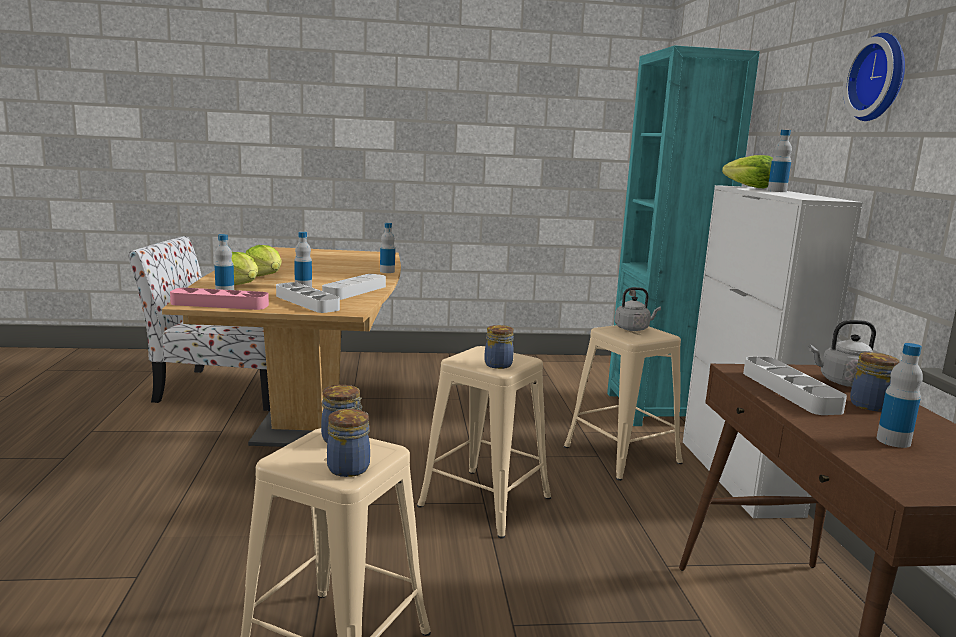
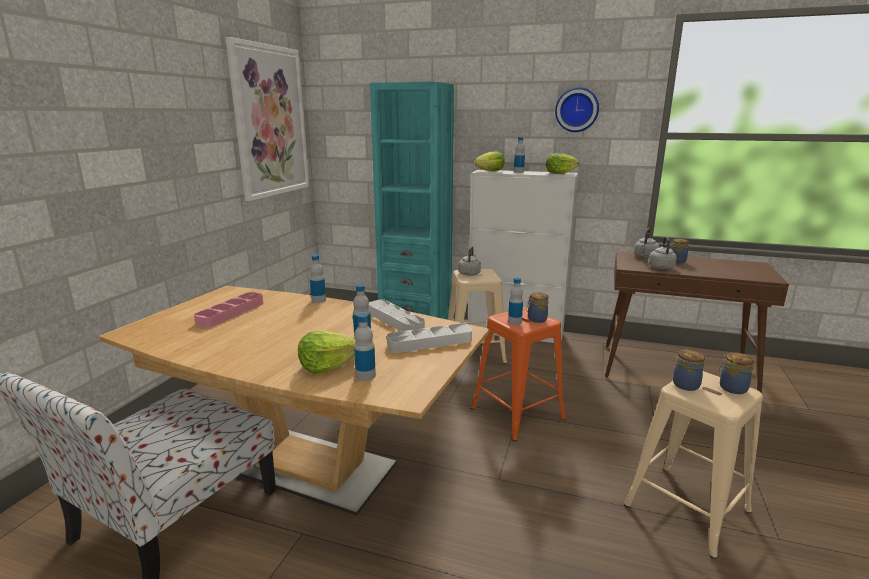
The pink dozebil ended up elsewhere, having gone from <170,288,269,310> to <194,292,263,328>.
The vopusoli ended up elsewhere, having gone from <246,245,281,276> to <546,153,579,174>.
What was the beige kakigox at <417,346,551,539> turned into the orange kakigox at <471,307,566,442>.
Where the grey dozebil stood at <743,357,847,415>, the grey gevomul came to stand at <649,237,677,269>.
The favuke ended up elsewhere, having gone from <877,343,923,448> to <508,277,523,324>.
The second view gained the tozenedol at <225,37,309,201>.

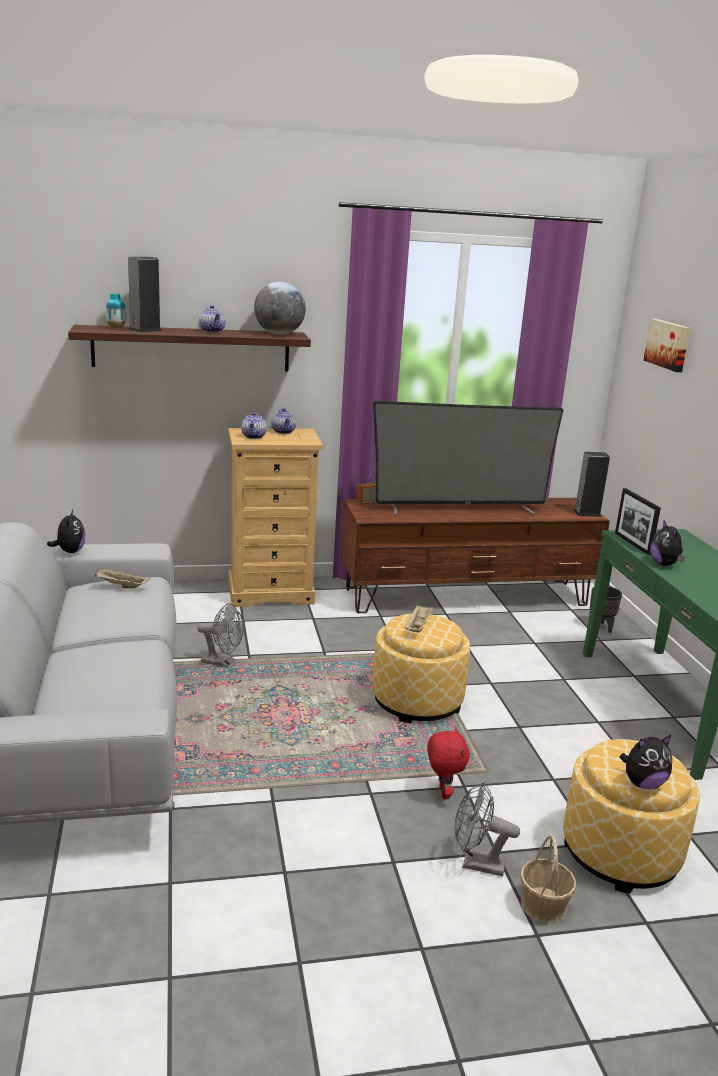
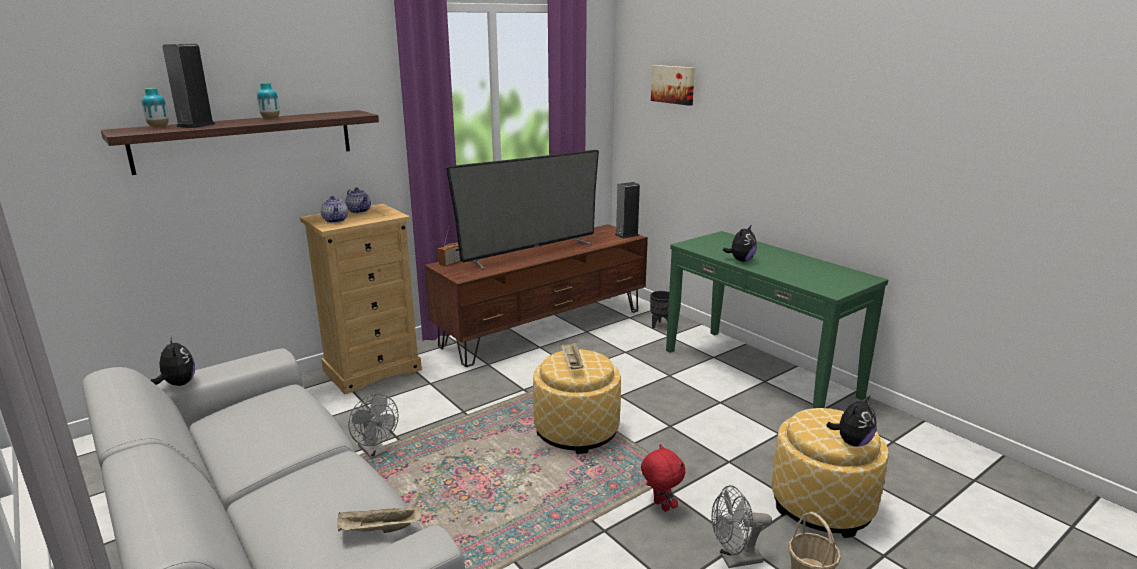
The beige dozebil ended up elsewhere, having gone from <94,568,150,589> to <337,505,422,533>.
The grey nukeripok at <197,603,244,667> ended up facing another way, 60 degrees clockwise from before.
Where the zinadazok stood at <199,305,225,333>, the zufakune came to stand at <257,83,280,119>.
The second view lost the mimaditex at <254,282,306,335>.
The second view lost the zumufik at <615,488,661,555>.
The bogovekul at <651,520,685,566> ended up facing another way, 105 degrees counterclockwise from before.

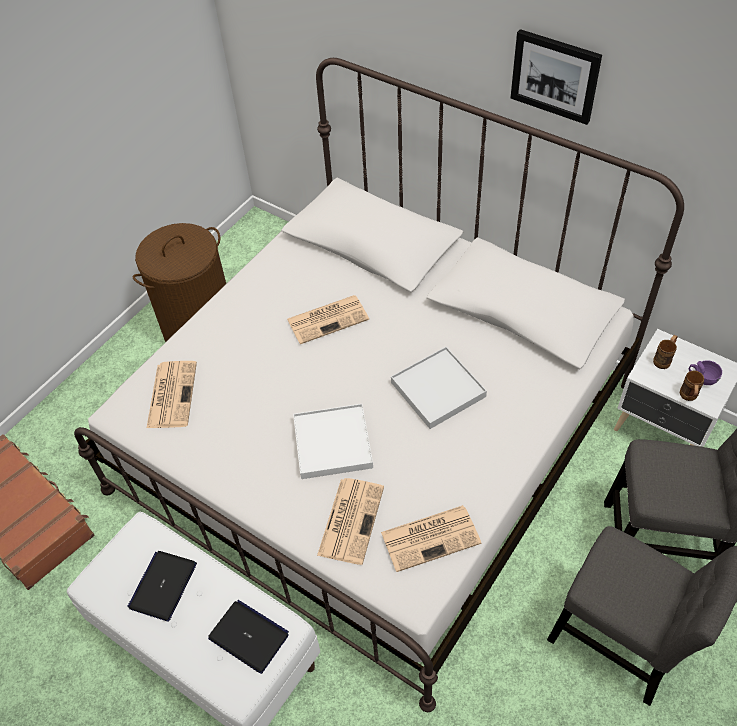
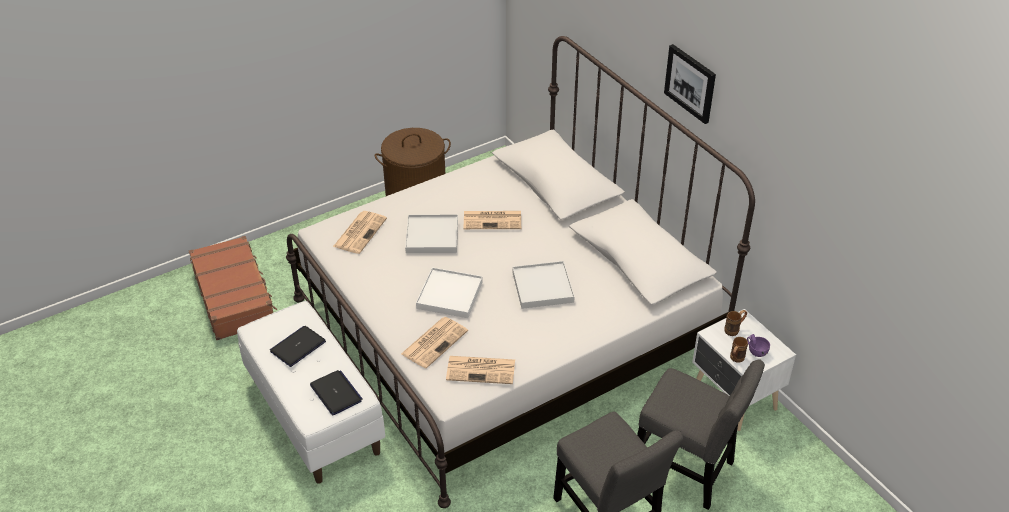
The second view gained the white dozebil at <405,214,458,253>.

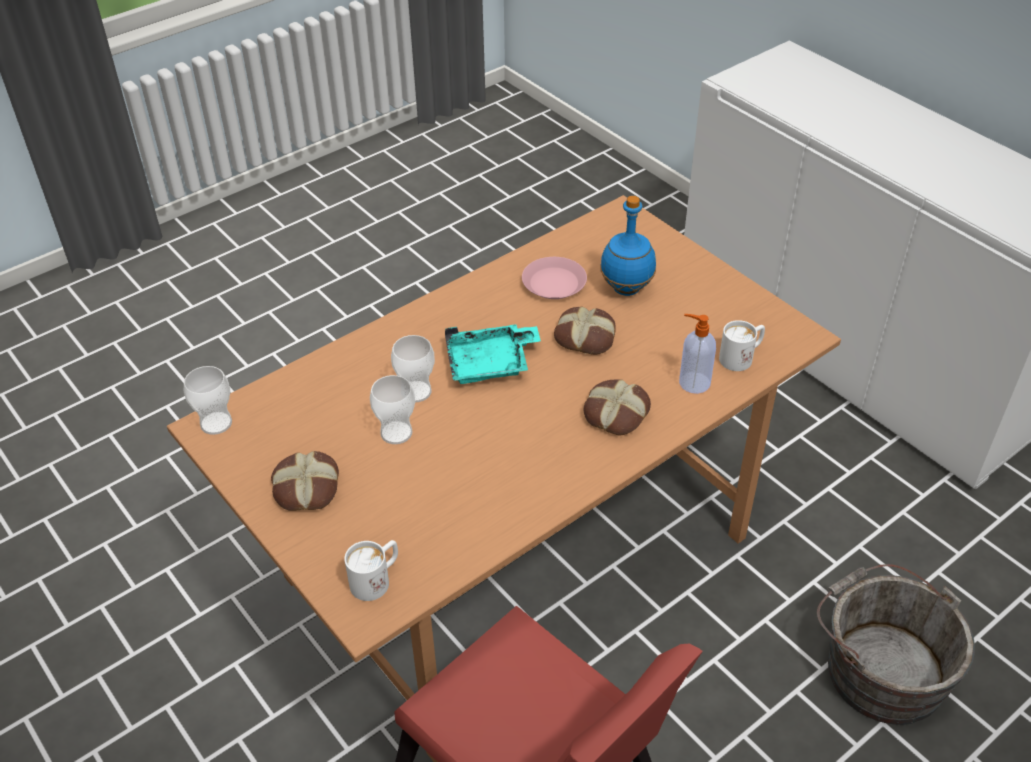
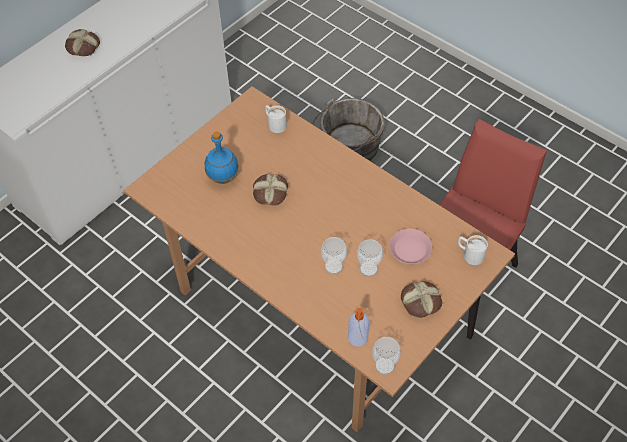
The second view lost the turquoise dozebil at <445,324,541,384>.
The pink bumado ended up elsewhere, having gone from <522,257,587,299> to <389,229,432,264>.
The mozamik ended up elsewhere, having gone from <584,379,651,436> to <65,29,100,56>.
The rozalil ended up elsewhere, having gone from <679,314,716,394> to <348,308,369,347>.

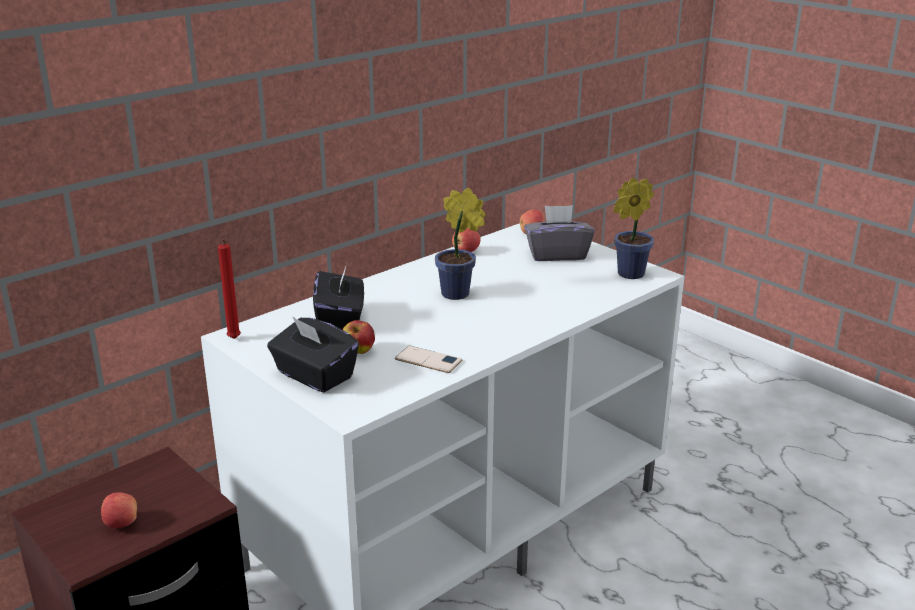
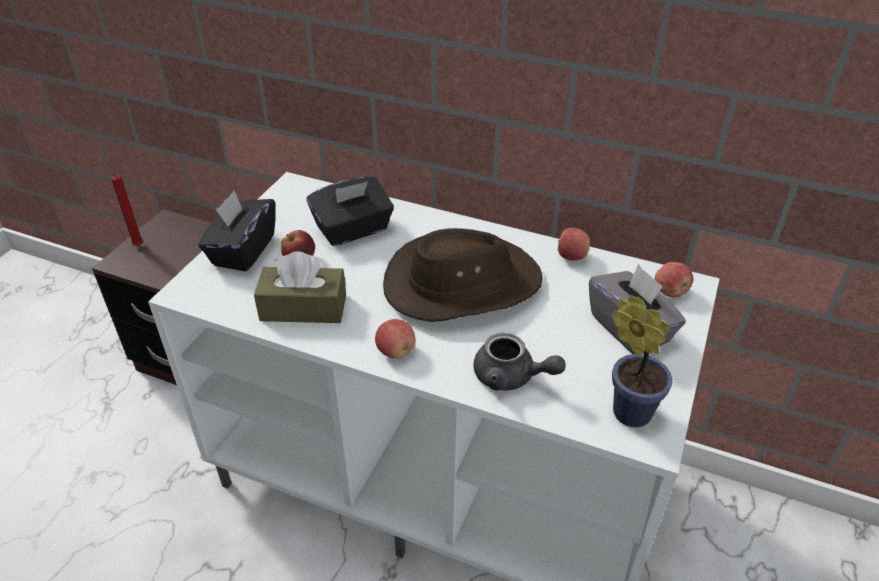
The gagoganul ended up elsewhere, having gone from <101,492,137,528> to <375,319,415,359>.
The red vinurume ended up elsewhere, having gone from <218,239,241,339> to <103,172,143,246>.
Where the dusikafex stood at <395,346,462,373>, the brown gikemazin came to stand at <254,251,346,323>.
Where the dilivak stood at <435,188,486,300>, the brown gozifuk came to stand at <383,228,543,322>.
The second view gained the grey zinadazok at <473,333,566,391>.

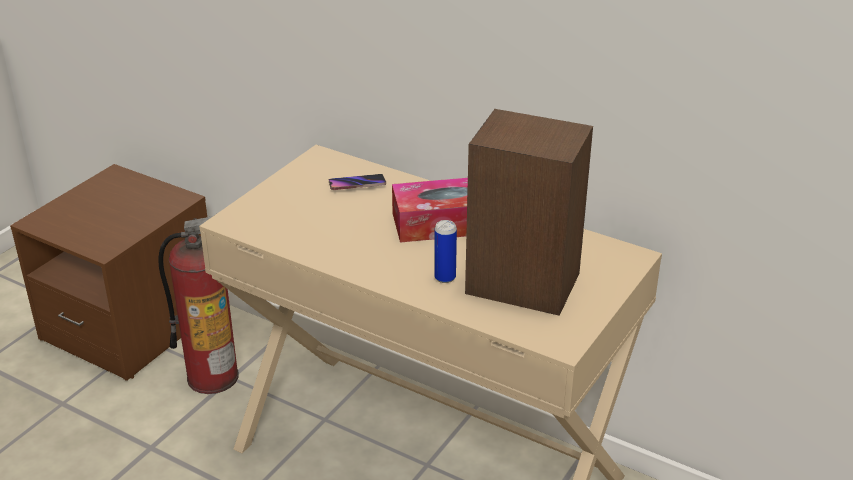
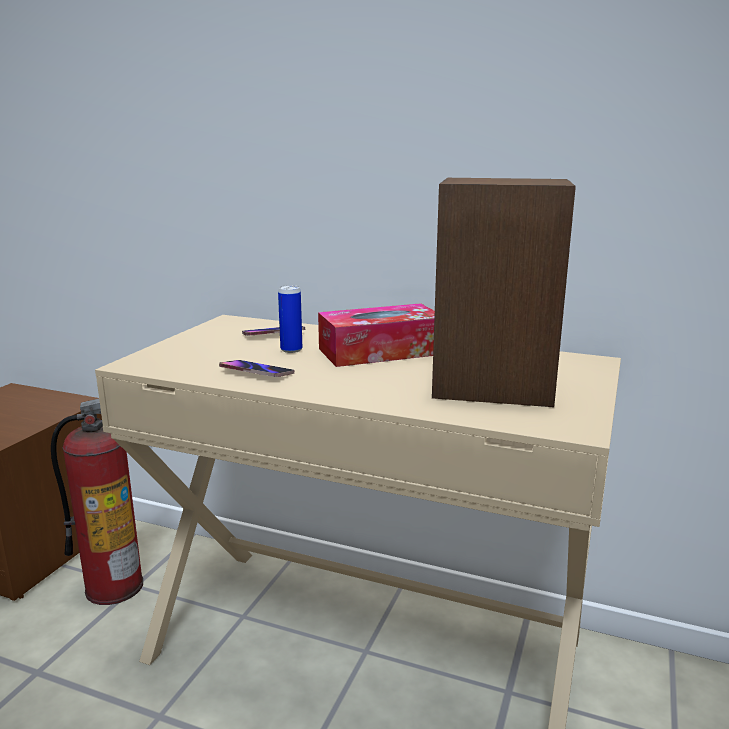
The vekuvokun ended up elsewhere, having gone from <434,220,457,283> to <278,285,302,353>.
The second view gained the dusikafex at <219,360,294,377>.

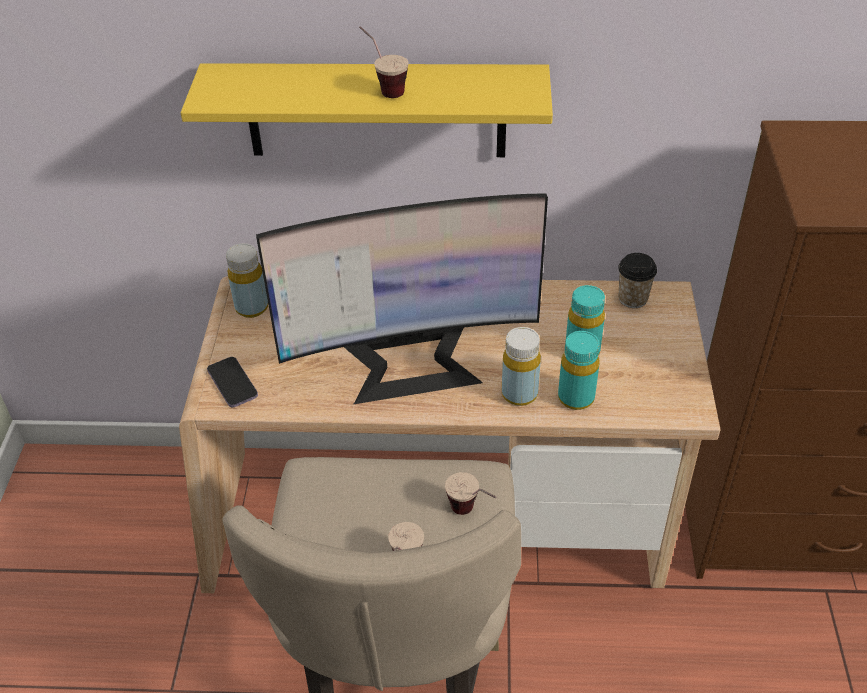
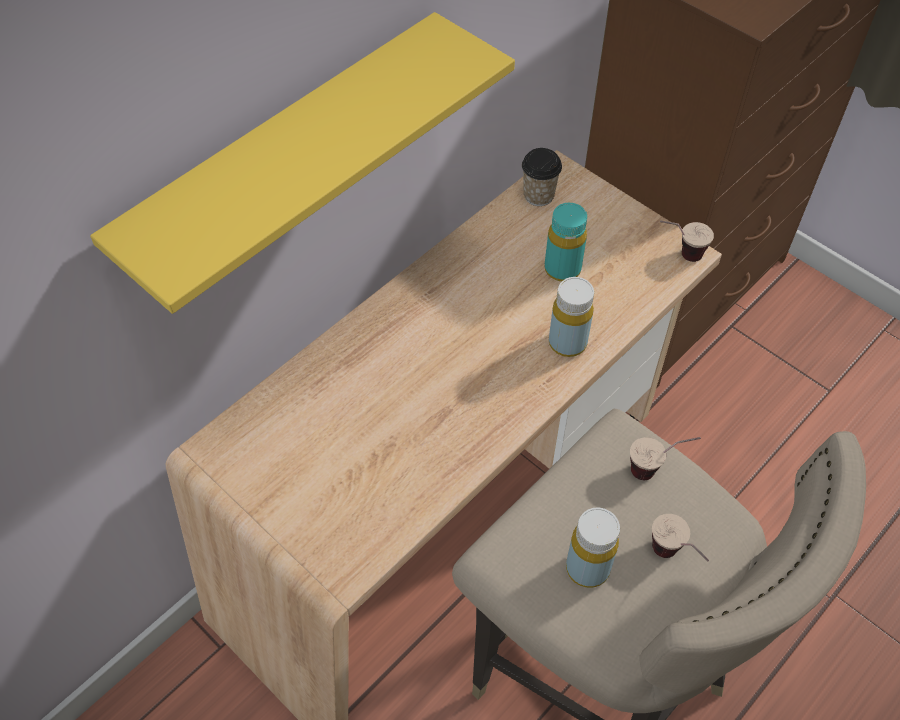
The second view lost the dusikafex at <207,357,258,407>.
The yellow favuke ended up elsewhere, having gone from <226,243,268,318> to <566,508,620,588>.
The second view lost the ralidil at <256,194,548,404>.
The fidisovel ended up elsewhere, having gone from <359,26,408,98> to <660,220,714,262>.
The second view lost the turquoise favuke at <558,331,600,410>.

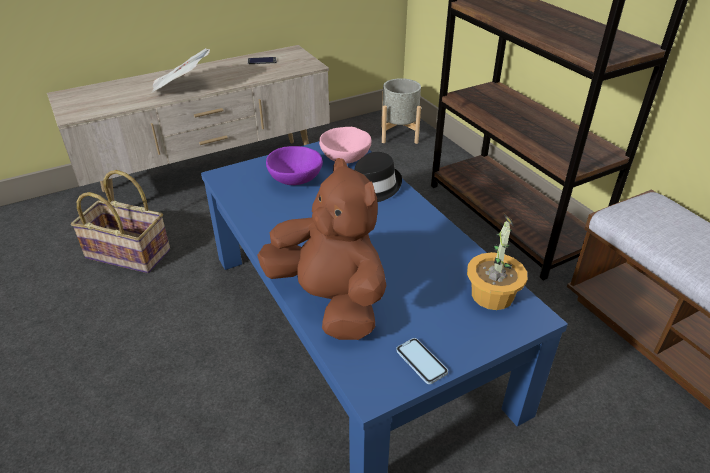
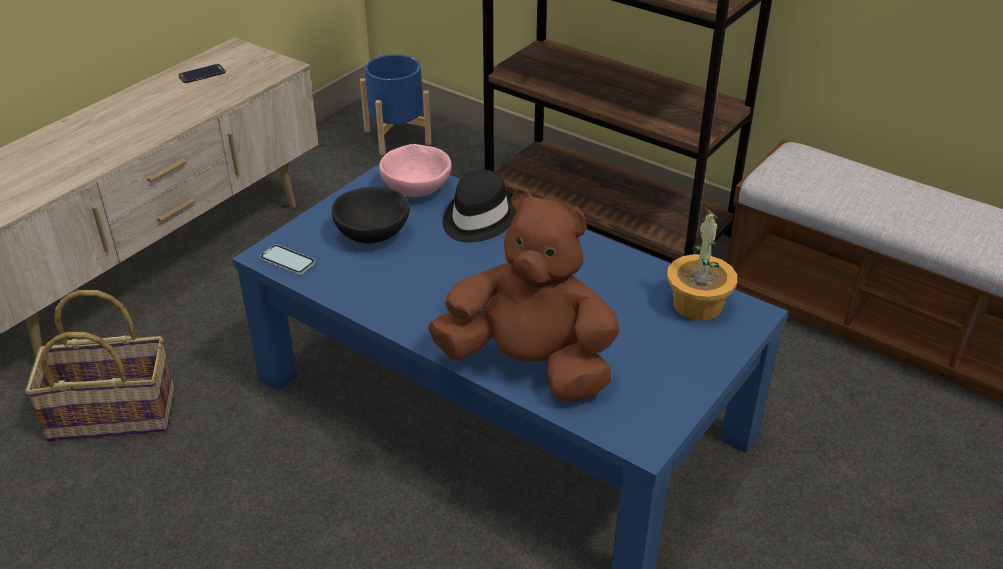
The second view lost the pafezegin at <151,48,210,93>.
What was the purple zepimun at <266,146,323,185> turned into the black zepimun at <332,187,410,243>.
What was the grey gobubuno at <381,78,421,144> turned into the blue gobubuno at <360,54,432,155>.
The dusikafex ended up elsewhere, having gone from <396,338,448,384> to <260,244,316,275>.

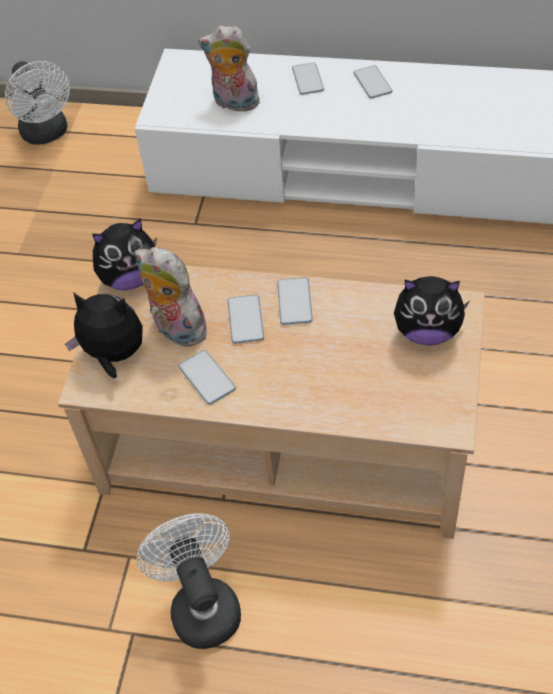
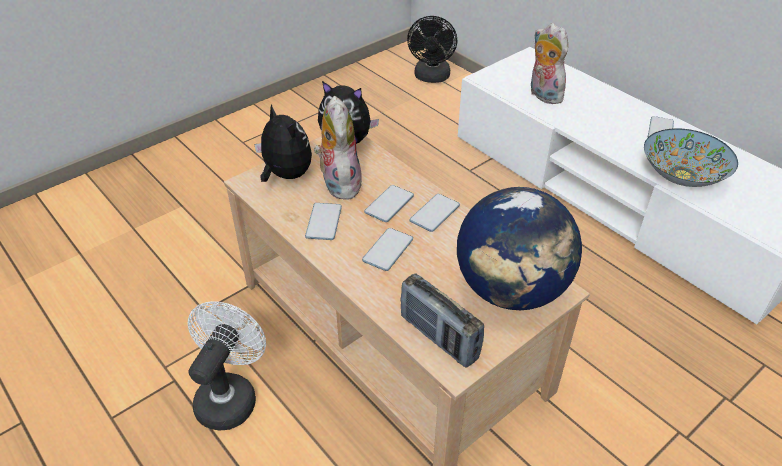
What was the white nukeripok at <5,61,70,144> turned into the black nukeripok at <407,16,457,83>.
The dusikafex ended up elsewhere, having gone from <292,62,324,95> to <362,228,413,271>.
Where the bogovekul stood at <394,276,469,345>, the mimaditex came to stand at <457,187,582,310>.
The second view gained the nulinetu at <400,273,484,368>.
The second view gained the zepimun at <644,128,738,187>.

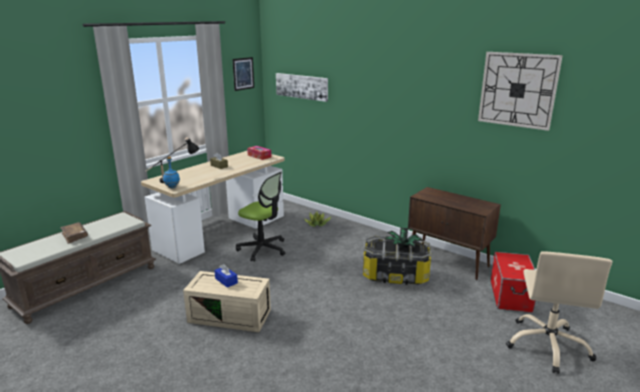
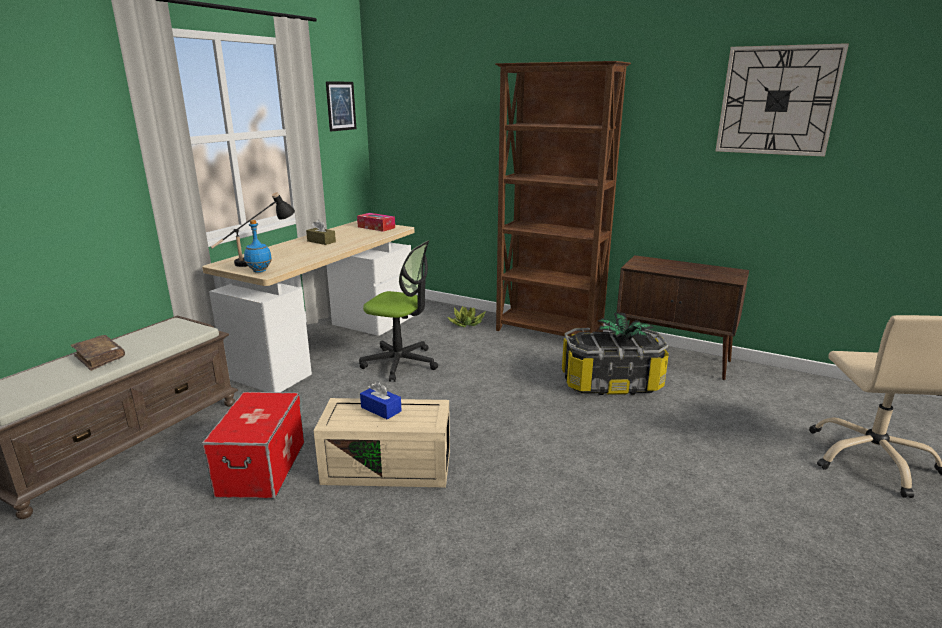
The second view lost the tozenedol at <276,73,328,102>.
The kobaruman ended up elsewhere, having gone from <491,252,536,313> to <202,392,304,499>.
The second view gained the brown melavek at <495,61,631,337>.

